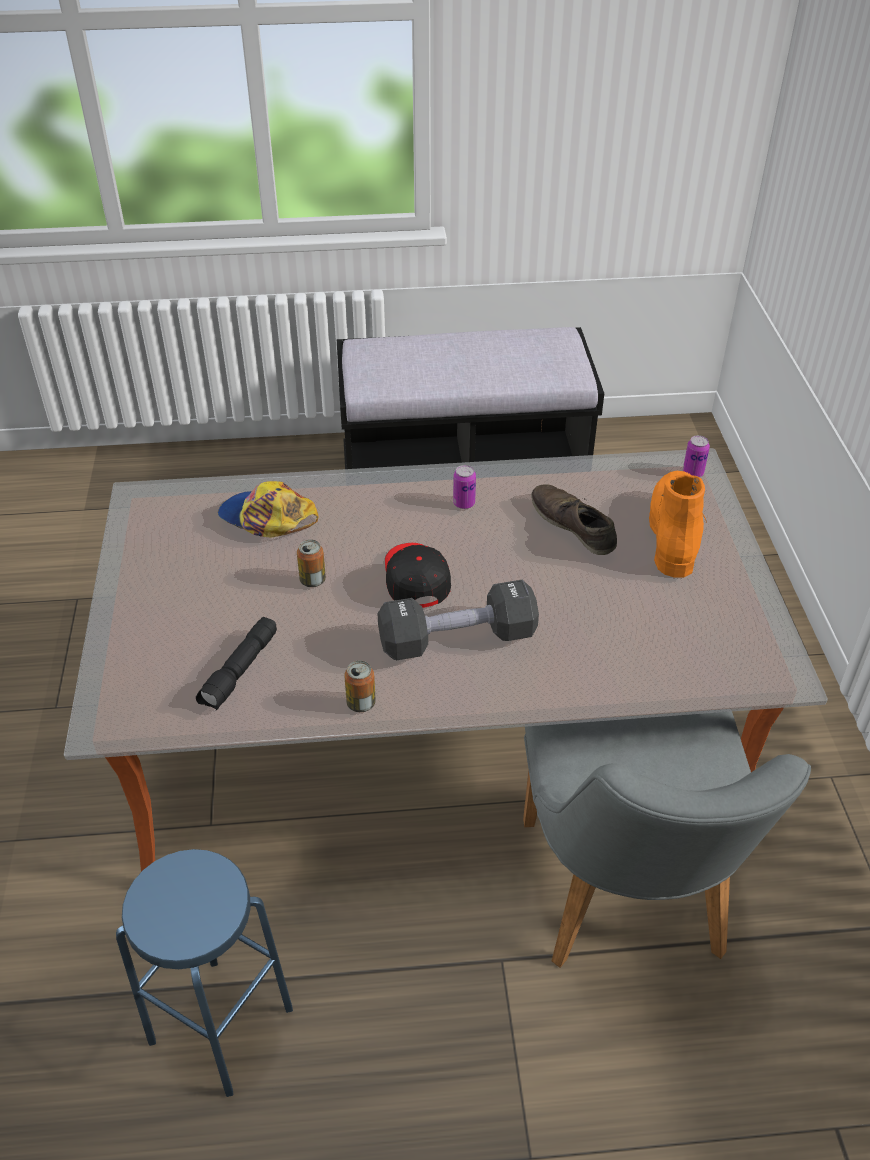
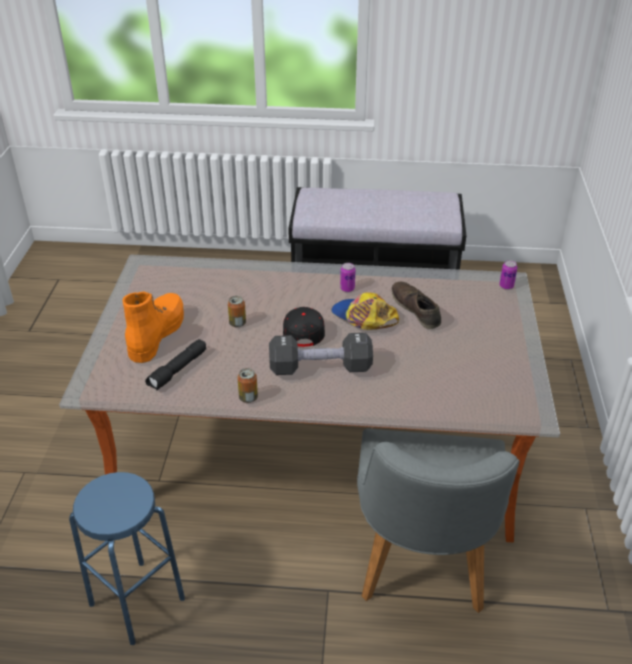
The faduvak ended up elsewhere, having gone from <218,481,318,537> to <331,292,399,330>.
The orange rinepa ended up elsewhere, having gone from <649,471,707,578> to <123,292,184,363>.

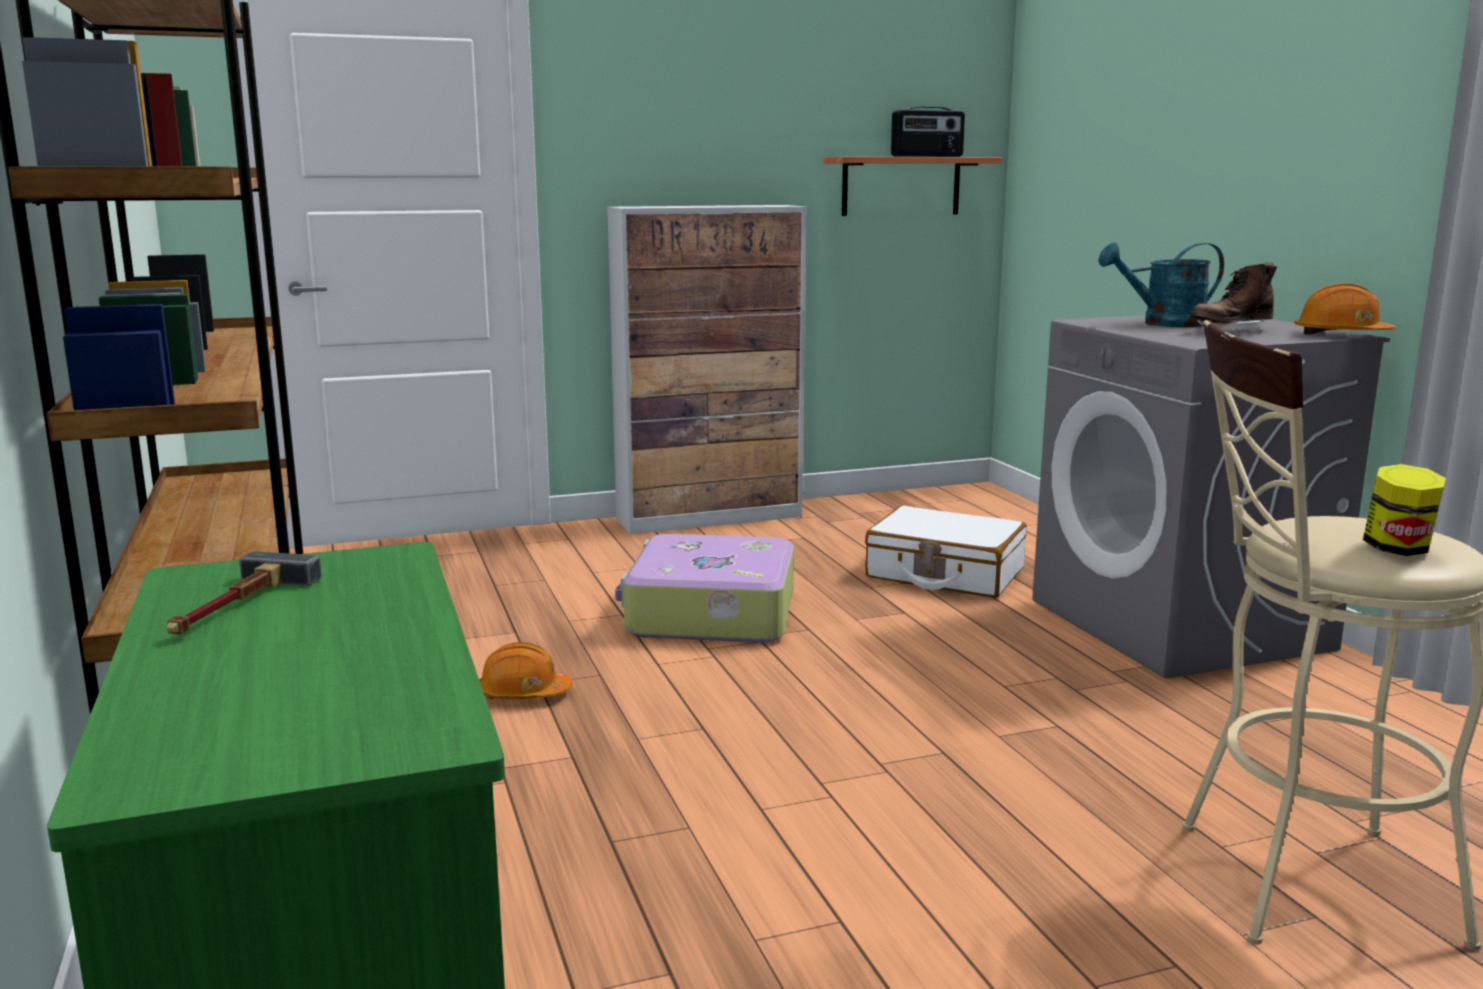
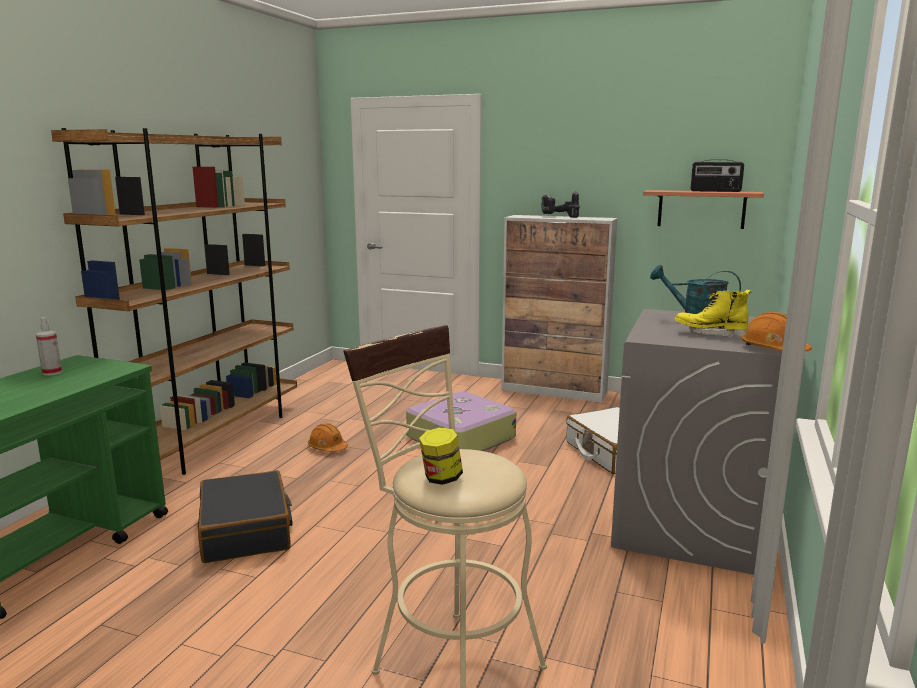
Where the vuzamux stood at <166,551,322,634>, the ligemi came to stand at <36,317,62,376>.
What was the brown rinepa at <1190,262,1277,332> turned into the yellow rinepa at <675,290,752,338>.
The second view gained the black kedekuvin at <198,470,292,563>.
The second view gained the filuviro at <541,191,580,218>.

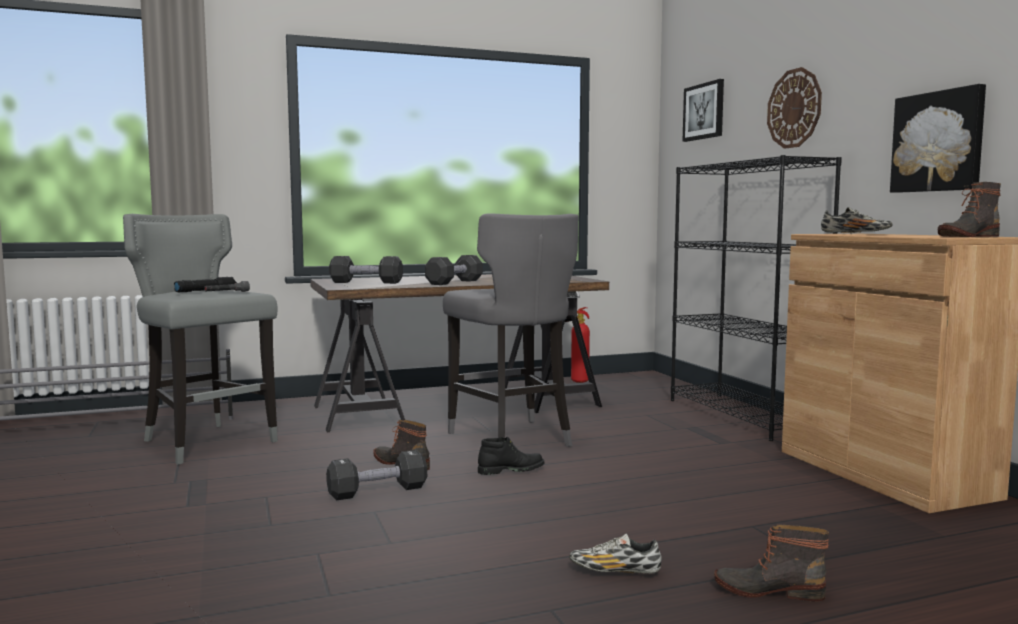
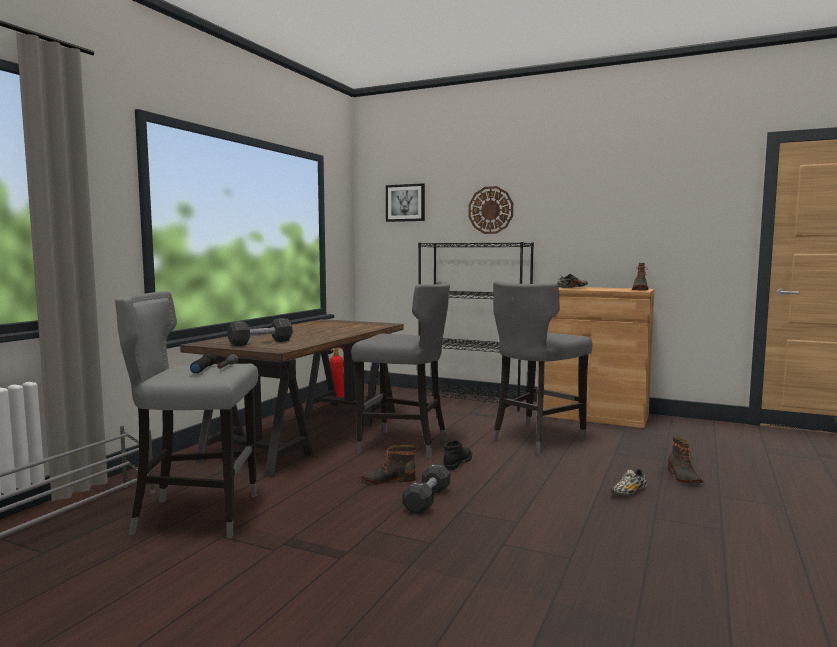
The second view lost the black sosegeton at <425,255,483,285>.
The rinepa at <714,525,829,601> ended up facing another way, 60 degrees counterclockwise from before.
The second view lost the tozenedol at <890,84,986,193>.
The second view gained the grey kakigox at <492,281,592,454>.

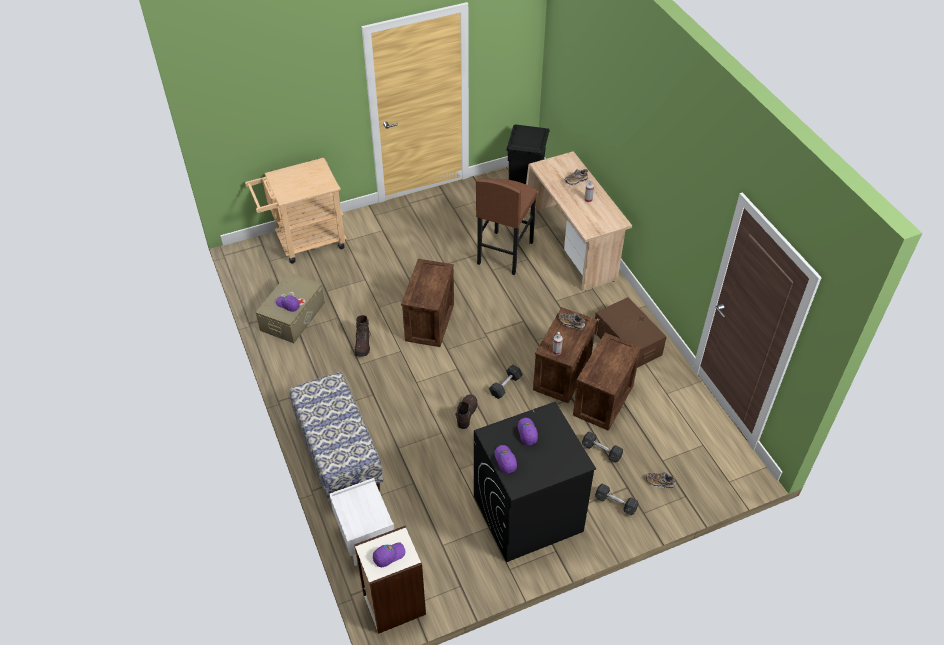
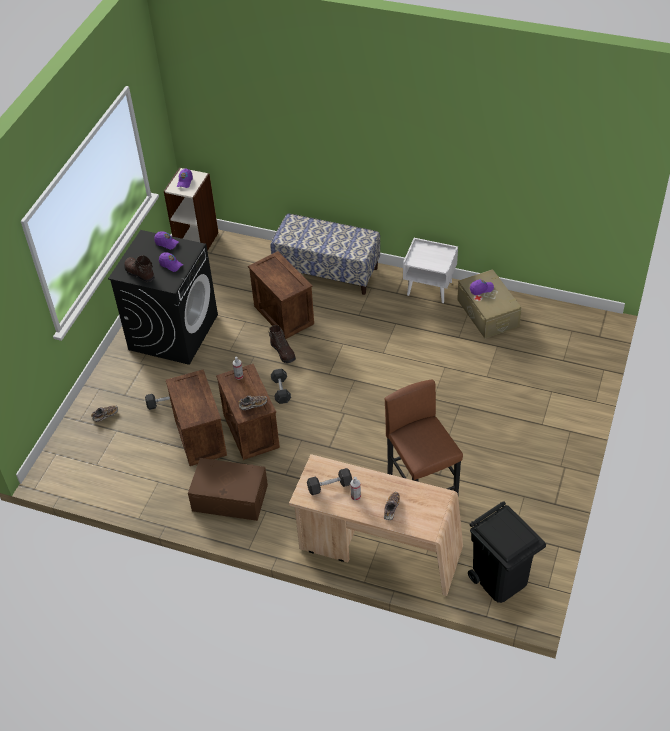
The second view lost the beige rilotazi at <245,158,347,263>.
The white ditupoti ended up elsewhere, having gone from <329,478,394,566> to <403,238,458,303>.
The brown rinepa ended up elsewhere, having gone from <355,315,371,357> to <124,255,155,283>.
The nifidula ended up elsewhere, having gone from <401,259,454,347> to <248,251,314,339>.
The grey sosegeton ended up elsewhere, having gone from <595,484,638,515> to <307,468,352,495>.

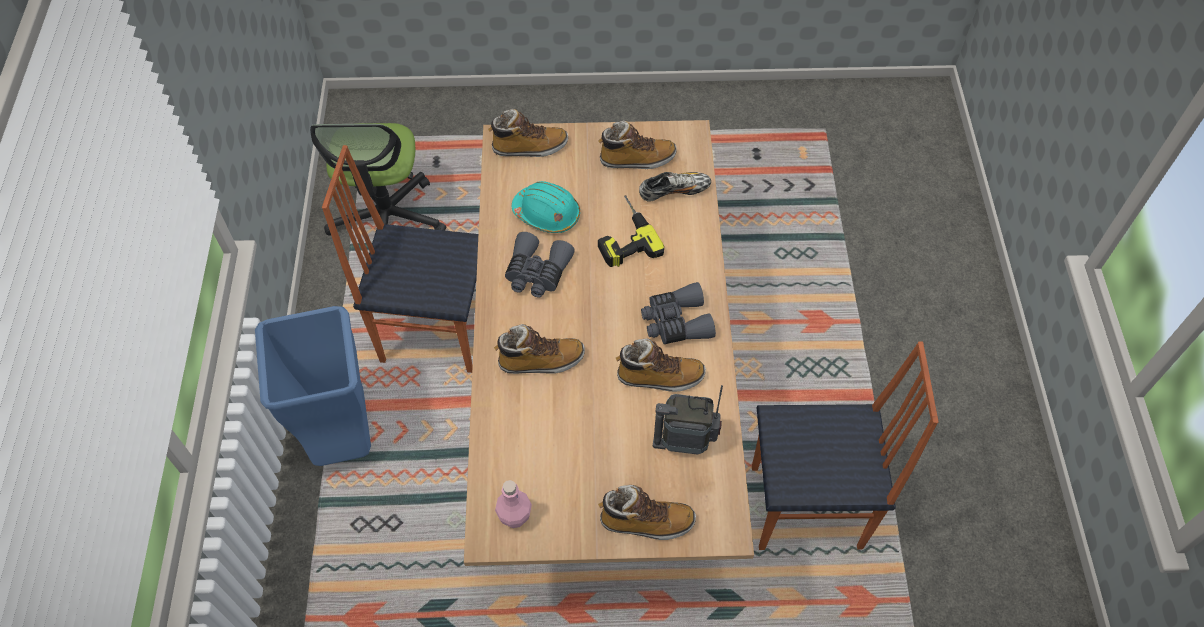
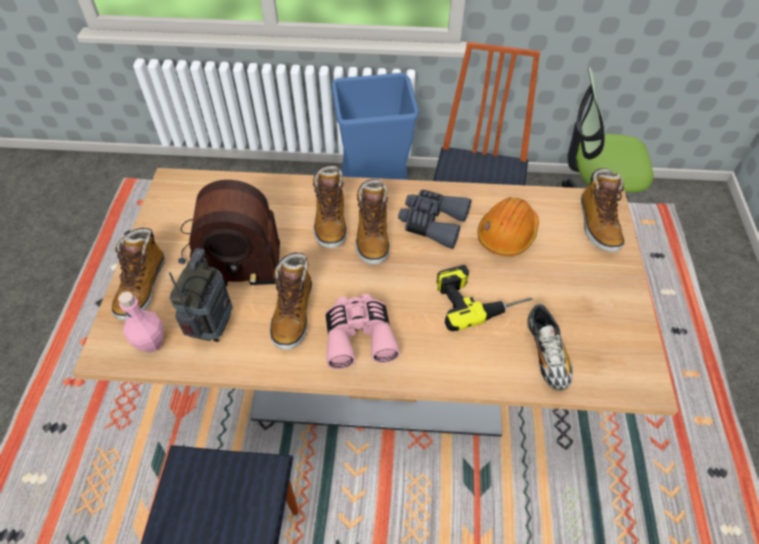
The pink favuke ended up elsewhere, having gone from <495,480,532,528> to <118,291,164,353>.
What was the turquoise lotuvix at <512,181,580,233> turned into the orange lotuvix at <477,197,539,257>.
The rinepa ended up elsewhere, having gone from <598,120,677,169> to <355,179,390,264>.
What was the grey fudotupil at <641,282,716,344> turned into the pink fudotupil at <326,294,400,369>.
The second view gained the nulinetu at <178,180,280,286>.

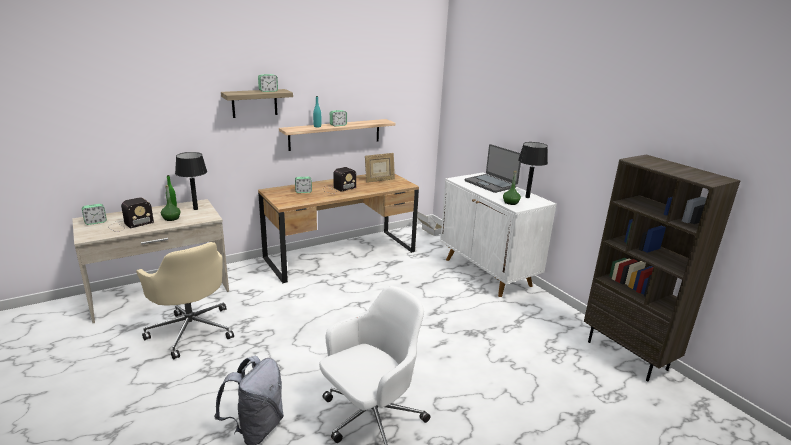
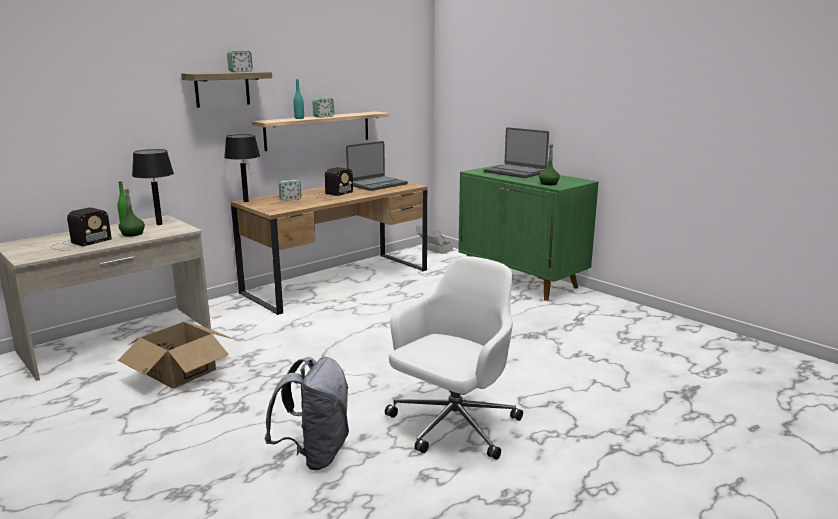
The second view lost the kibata at <82,204,107,225>.
Where the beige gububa stood at <136,242,234,359>, the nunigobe came to stand at <118,322,233,389>.
Where the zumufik stood at <365,153,395,183>, the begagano came to stand at <346,141,408,191>.
What was the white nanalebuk at <440,173,556,297> turned into the green nanalebuk at <458,165,599,301>.
The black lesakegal ended up elsewhere, having gone from <518,142,548,198> to <224,134,260,202>.
The second view lost the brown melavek at <584,155,740,381>.

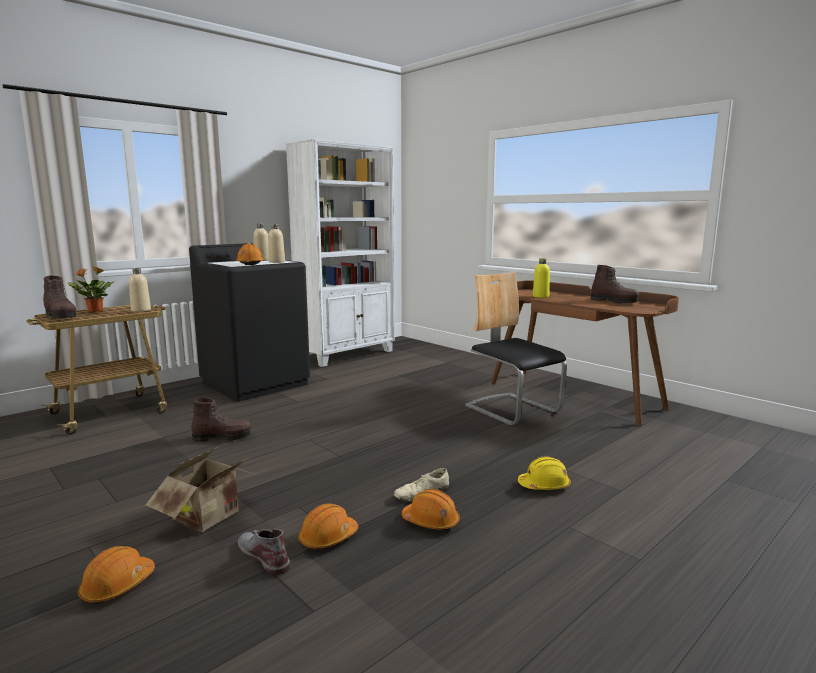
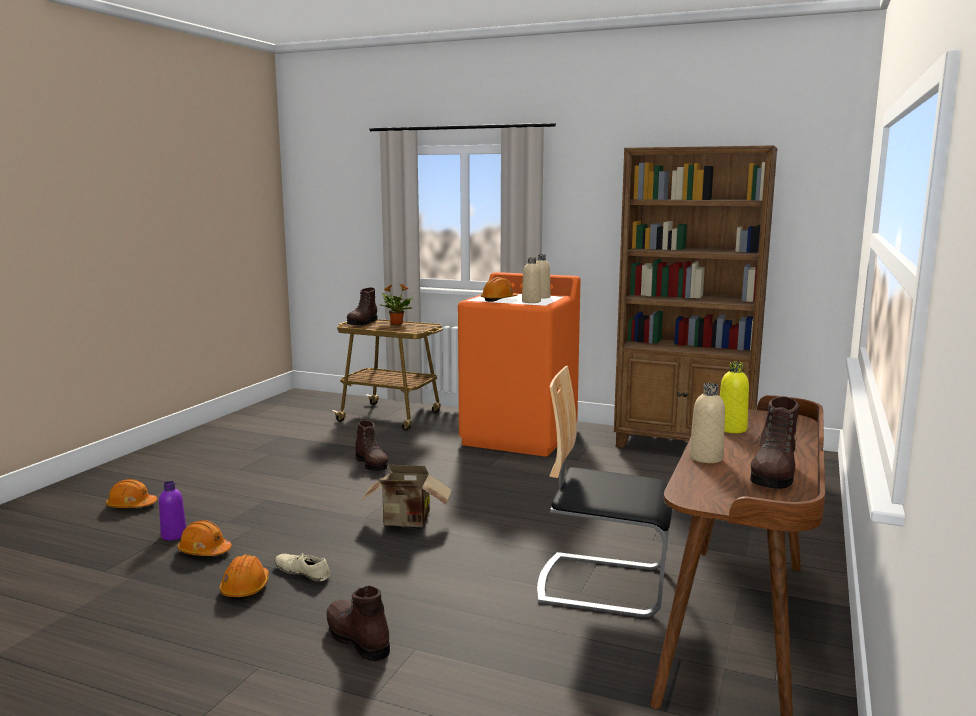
The beige favuke ended up elsewhere, having gone from <129,268,151,312> to <689,383,725,463>.
The nunigobe ended up elsewhere, having gone from <146,448,256,532> to <361,465,452,527>.
What was the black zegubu at <189,243,310,401> turned into the orange zegubu at <458,272,581,457>.
Where the grey rinepa stood at <238,529,290,575>, the purple favuke came to stand at <159,481,186,540>.
What was the white melavek at <286,139,395,367> turned into the brown melavek at <614,145,778,448>.
The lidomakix at <465,272,567,425> ended up facing another way, 105 degrees counterclockwise from before.
Where the yellow lotuvix stood at <518,456,571,490>, the brown rinepa came to stand at <326,586,390,661>.

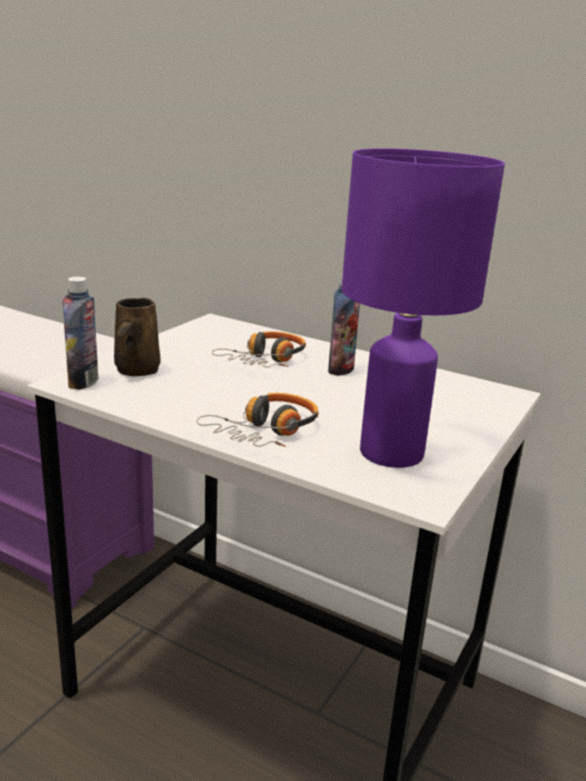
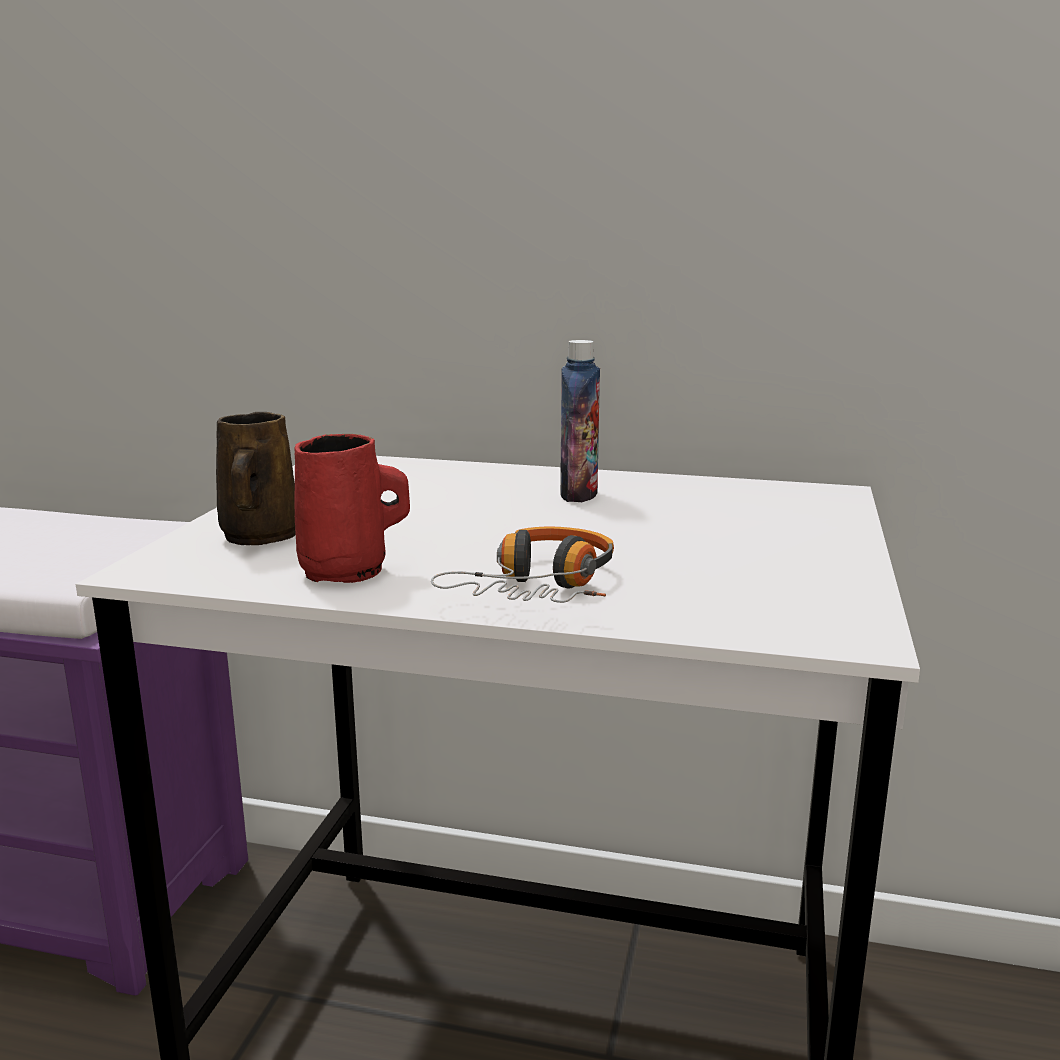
The second view lost the favuke at <62,277,98,390>.
The second view lost the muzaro at <212,332,306,367>.
The second view lost the purple lesakegal at <342,148,505,468>.
The second view gained the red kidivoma at <294,434,410,583>.

